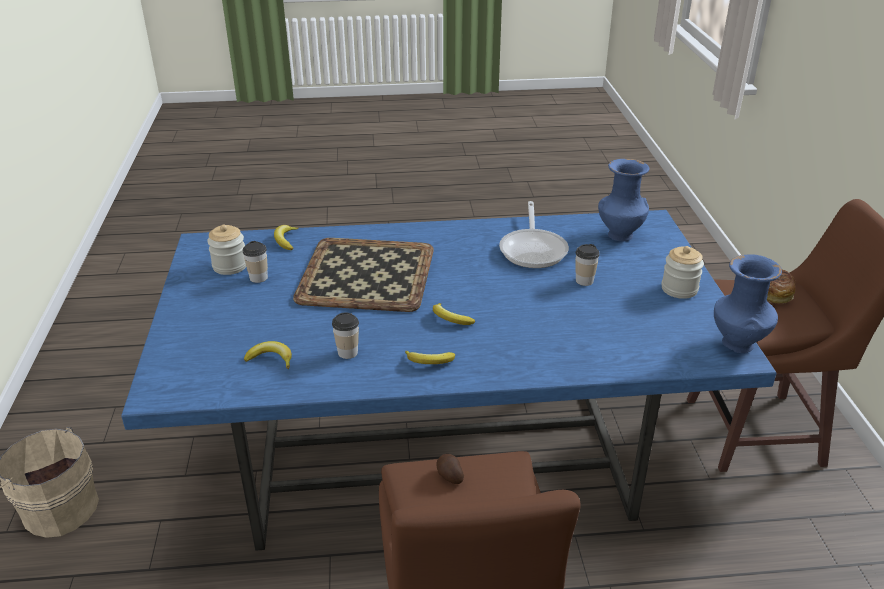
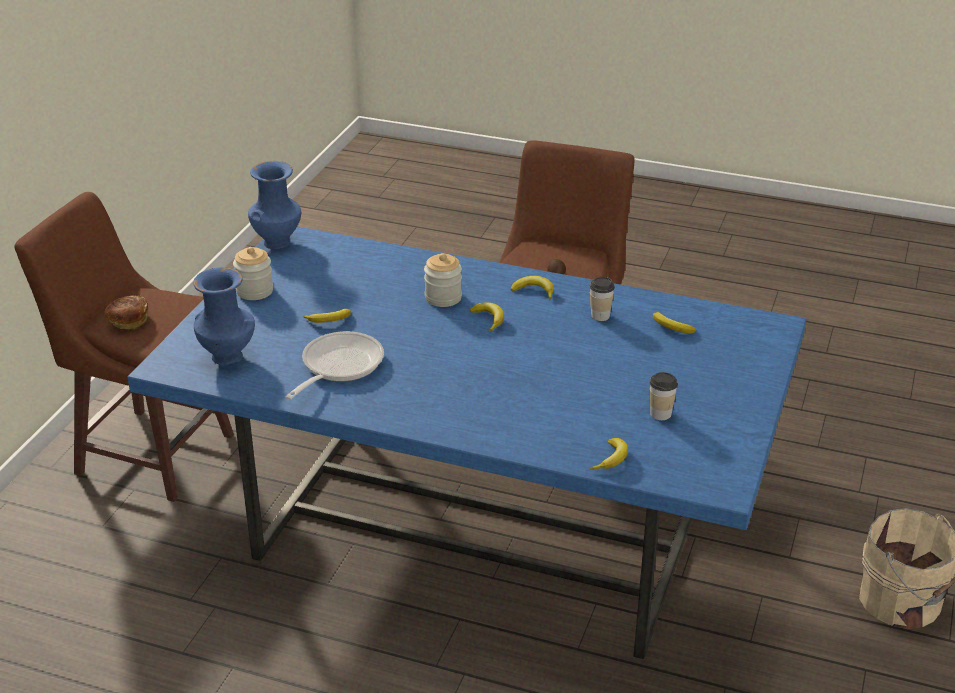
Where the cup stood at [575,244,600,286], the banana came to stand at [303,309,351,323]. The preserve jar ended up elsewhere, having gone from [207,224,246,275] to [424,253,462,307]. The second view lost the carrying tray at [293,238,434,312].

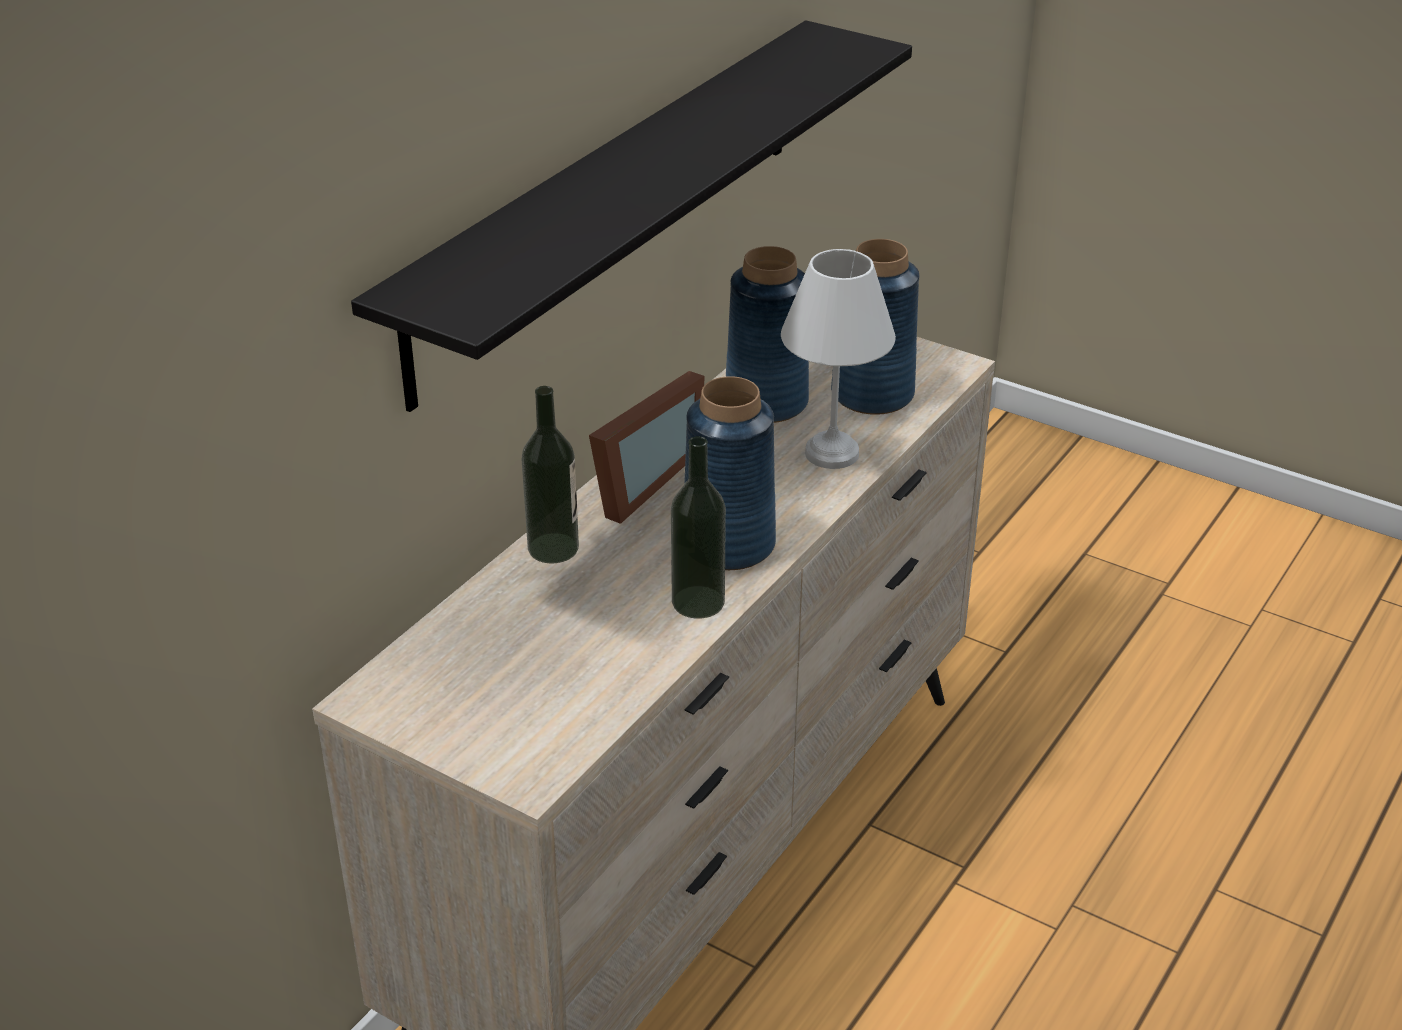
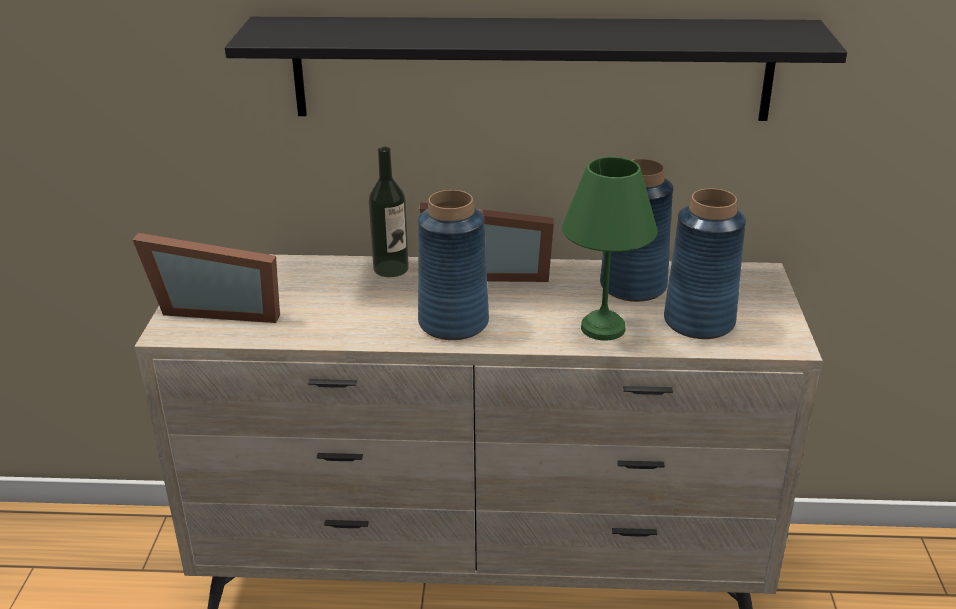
The second view gained the standing frame at [132,233,280,323]. What was the white lamp for a table at [781,249,896,469] turned into the green lamp for a table at [562,157,658,340]. The second view lost the bottle at [671,436,726,619].

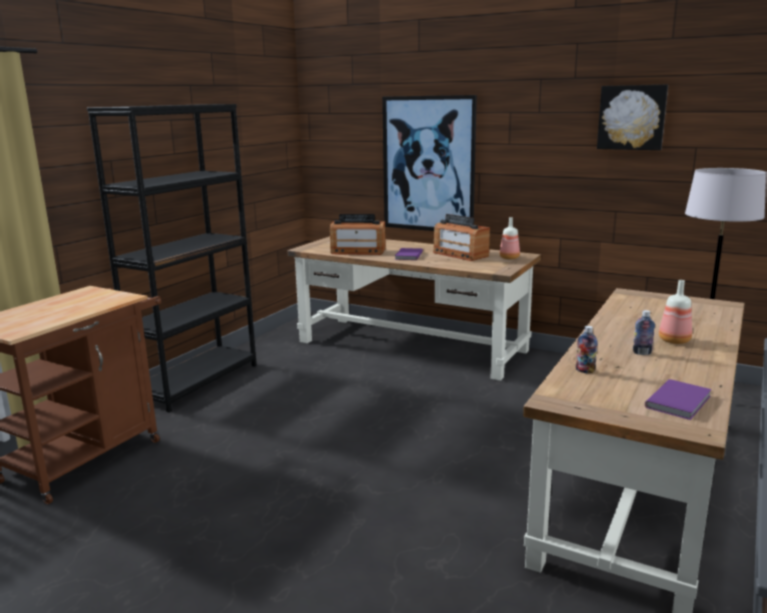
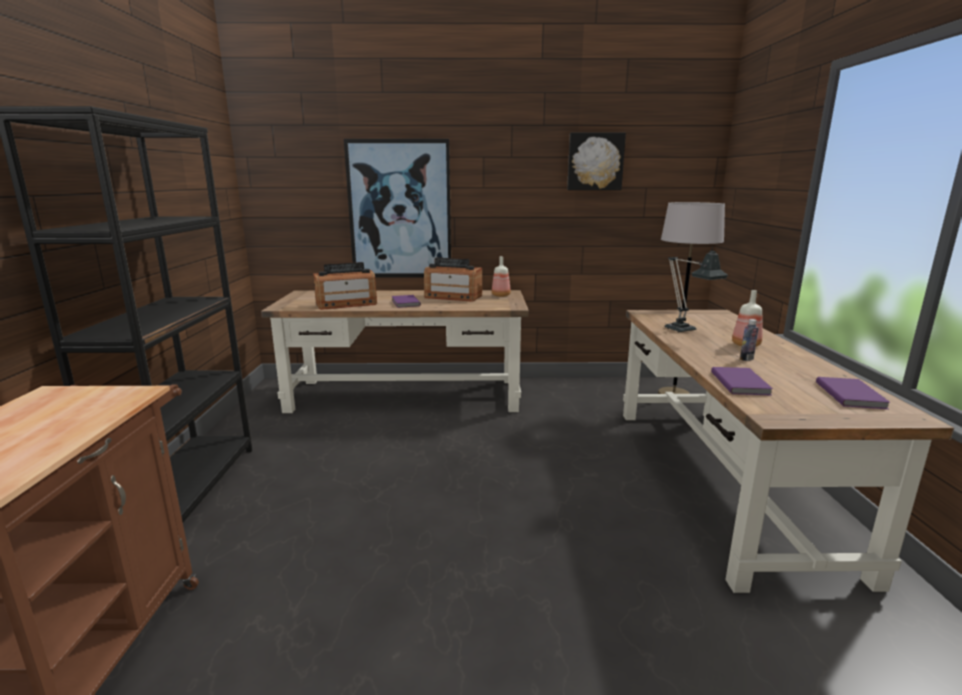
The second view gained the lamp for a table at [664,248,728,332]. Where the bottle stood at [575,326,598,374], the purple bound book came to stand at [711,367,773,396].

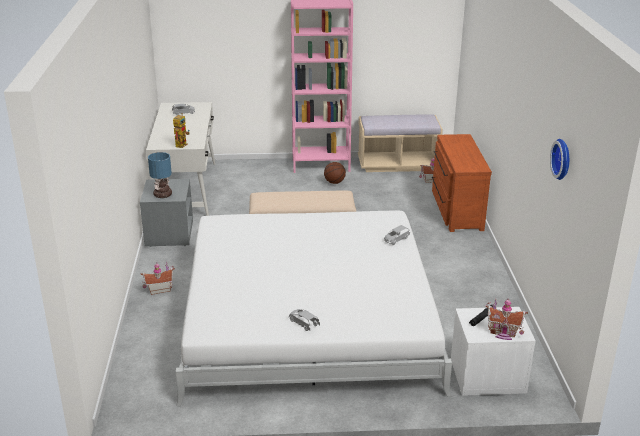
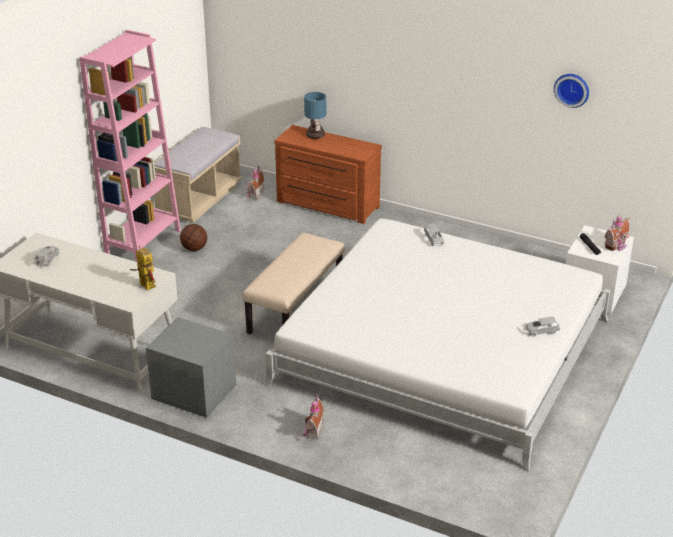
The lamp for a table ended up elsewhere, having gone from [148,152,172,198] to [304,92,326,139].

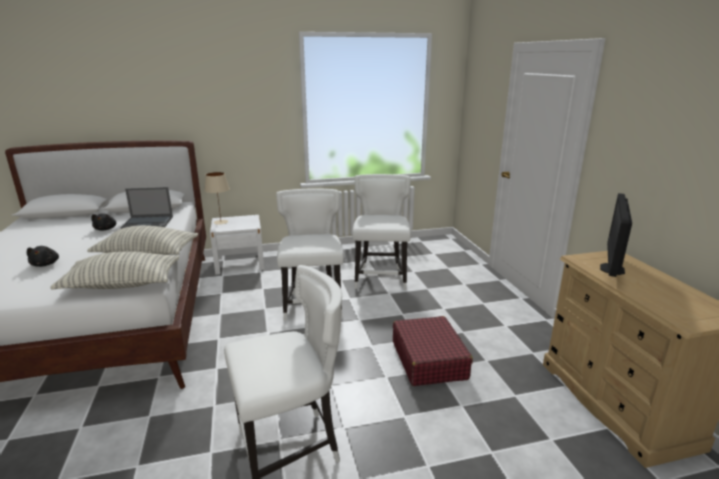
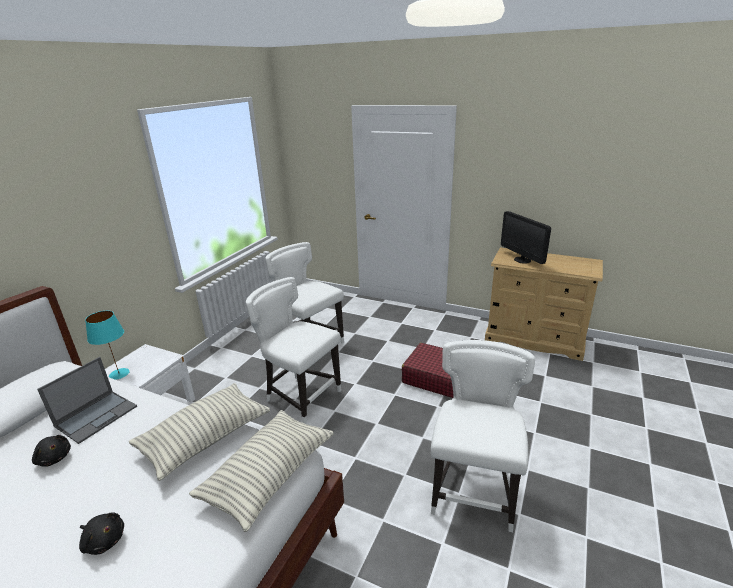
What was the sand-coloured lamp for a table at [204,172,230,225] turned into the turquoise-coloured lamp for a table at [85,311,129,380].

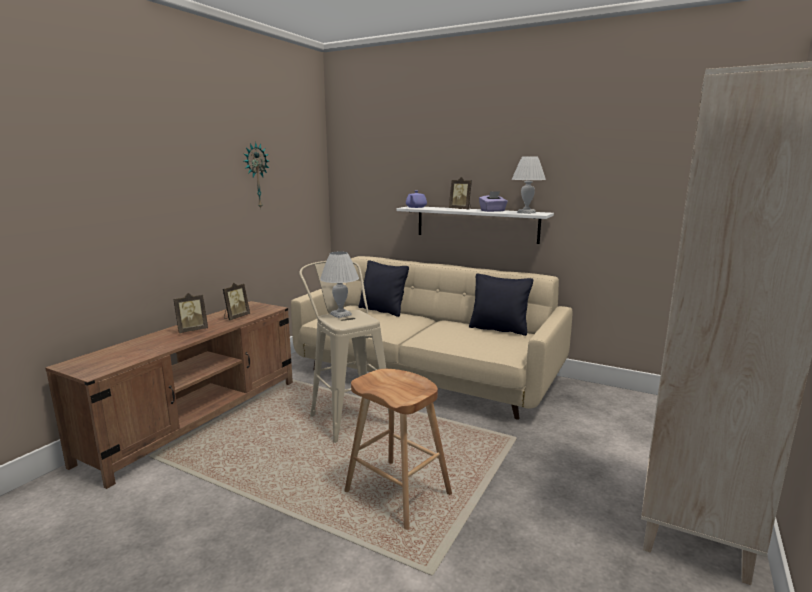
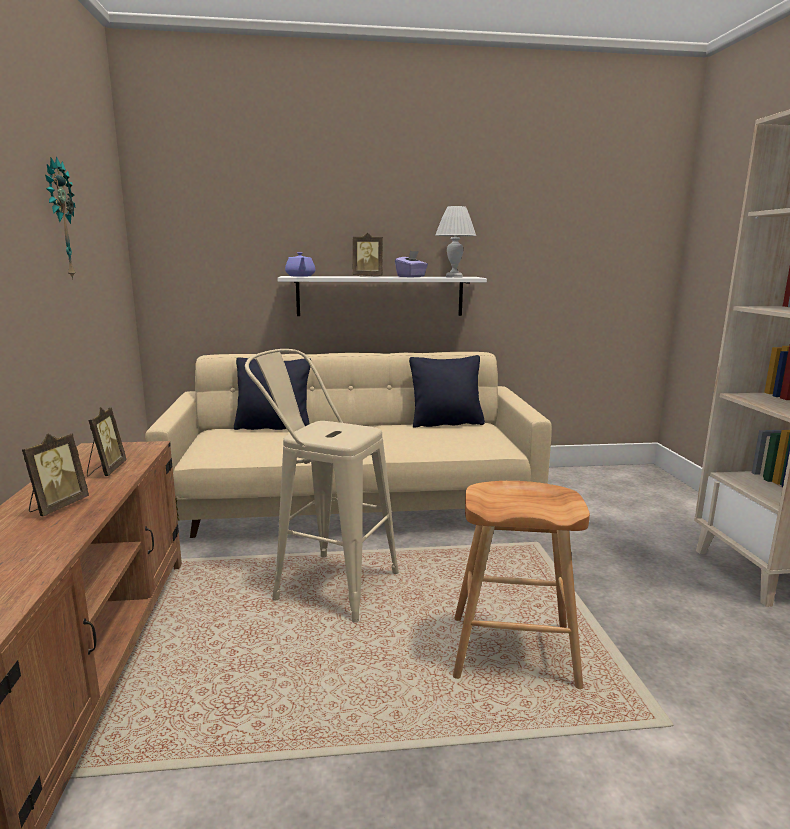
The second view lost the white lamp for a table at [320,251,359,318].

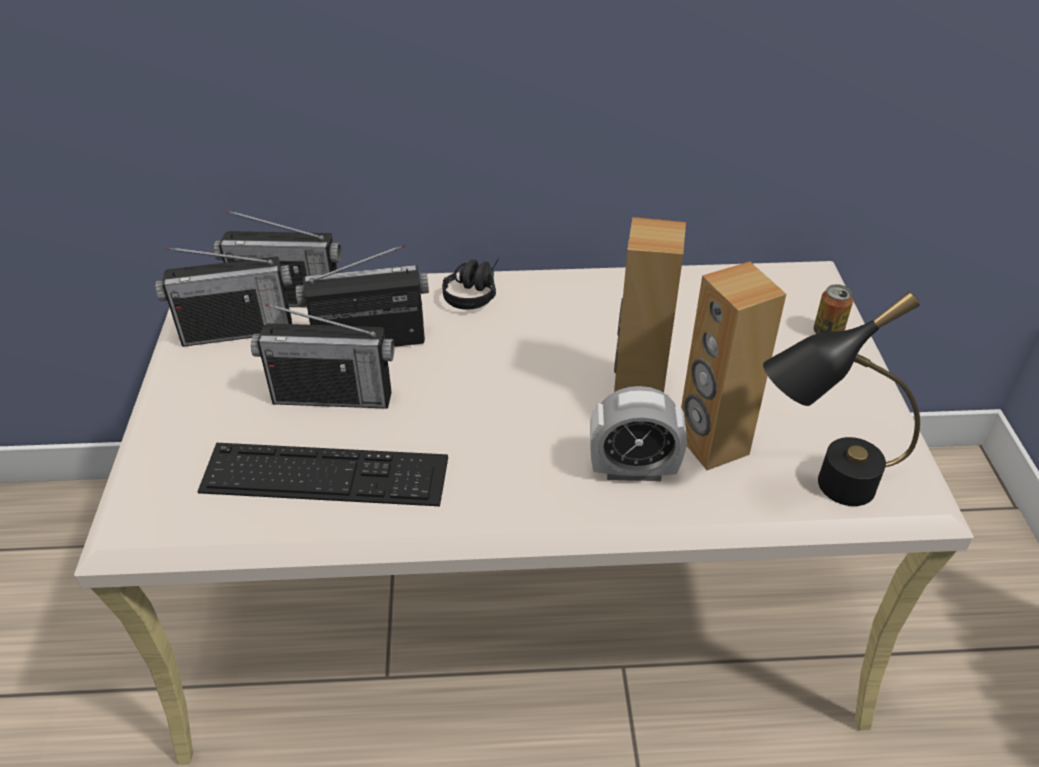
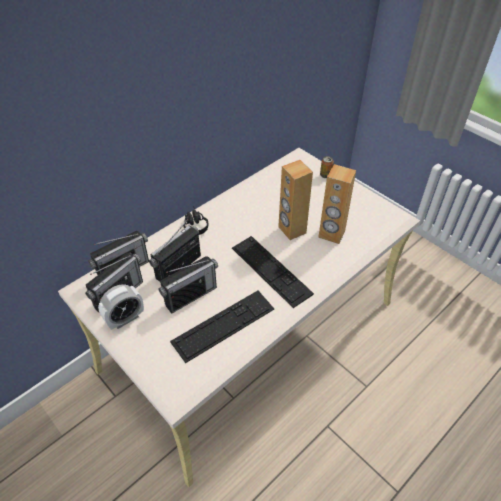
The alarm clock ended up elsewhere, having gone from [590,386,687,481] to [98,284,144,330]. The second view gained the computer keyboard at [232,236,314,308]. The second view lost the blackish lamp for a table at [763,292,920,506].

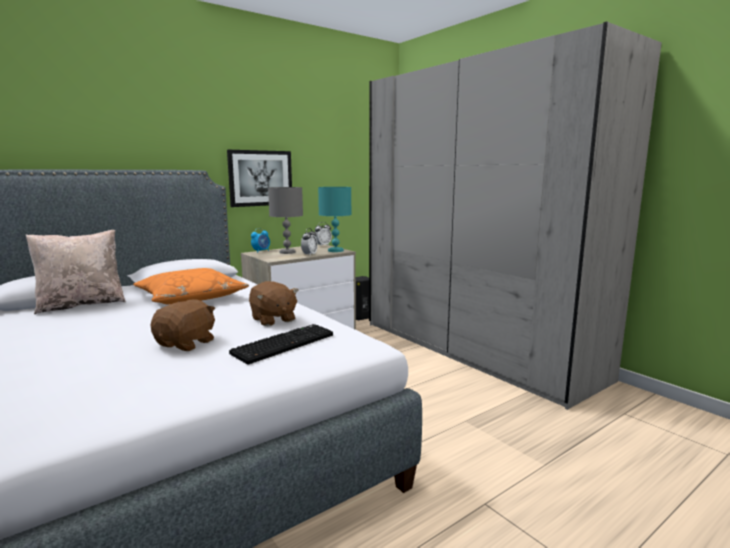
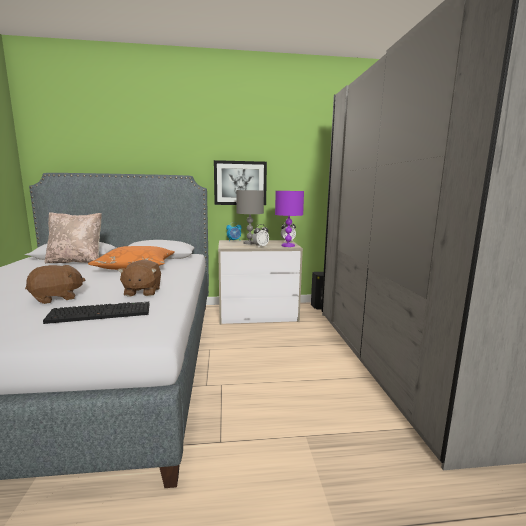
What was the turquoise-coloured lamp for a table at [318,187,351,252] turned into the purple lamp for a table at [275,191,304,247].

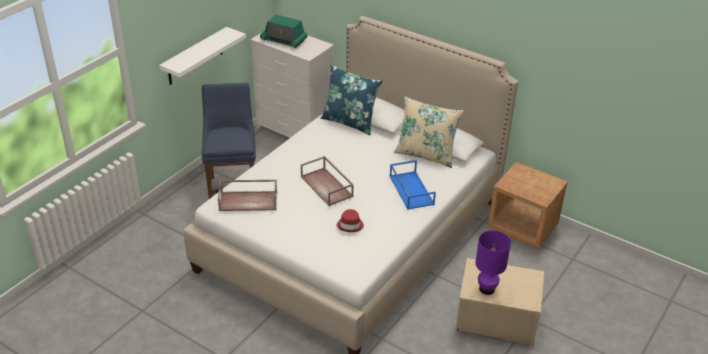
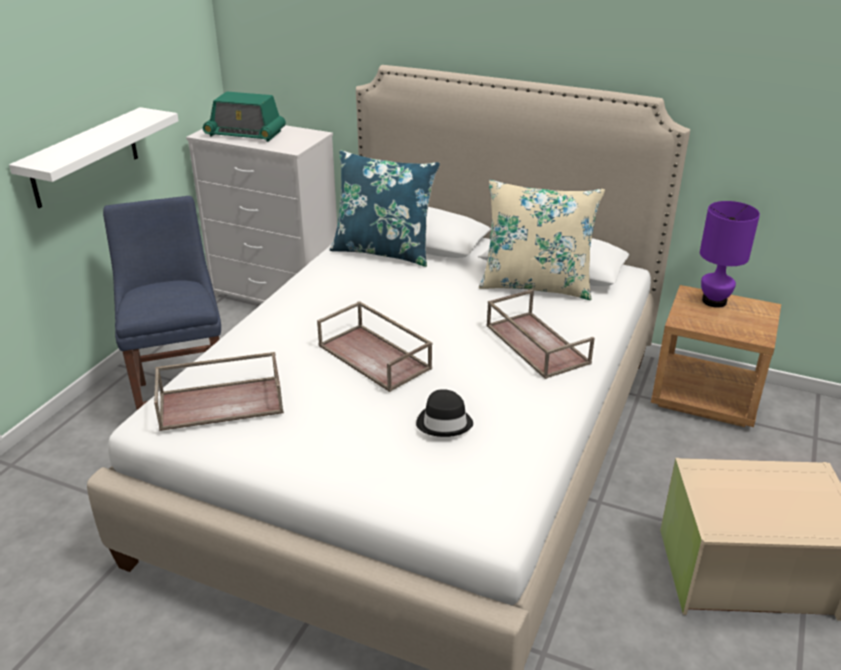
What was the reddish clothing hat at [336,209,364,232] turned into the blackish clothing hat at [416,389,473,437]. What was the blue carrying tray at [390,160,436,210] turned into the brown carrying tray at [486,289,595,379]. The purple lamp for a table ended up elsewhere, having gone from [476,230,511,295] to [700,201,760,308].

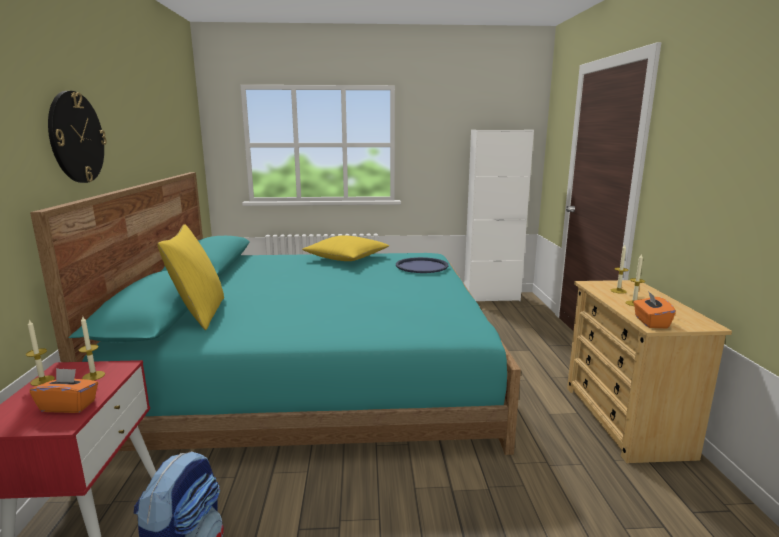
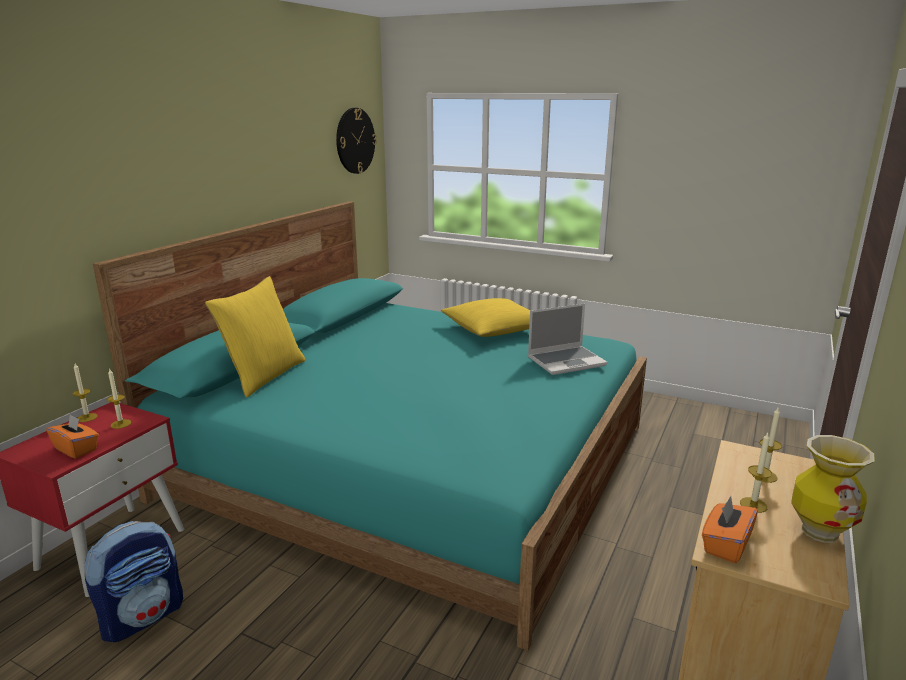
The wall clock ended up elsewhere, having gone from [48,91,107,183] to [336,108,377,174]. Where the blue carrying tray stood at [396,257,449,273], the laptop came to stand at [528,303,608,375]. The second view gained the vase at [791,435,875,543]. The second view lost the white cupboard at [464,130,534,301].

